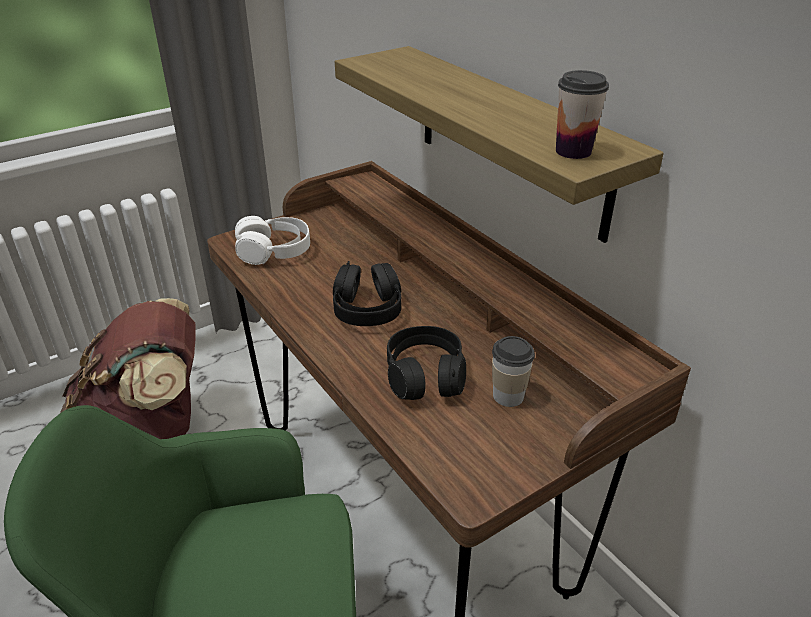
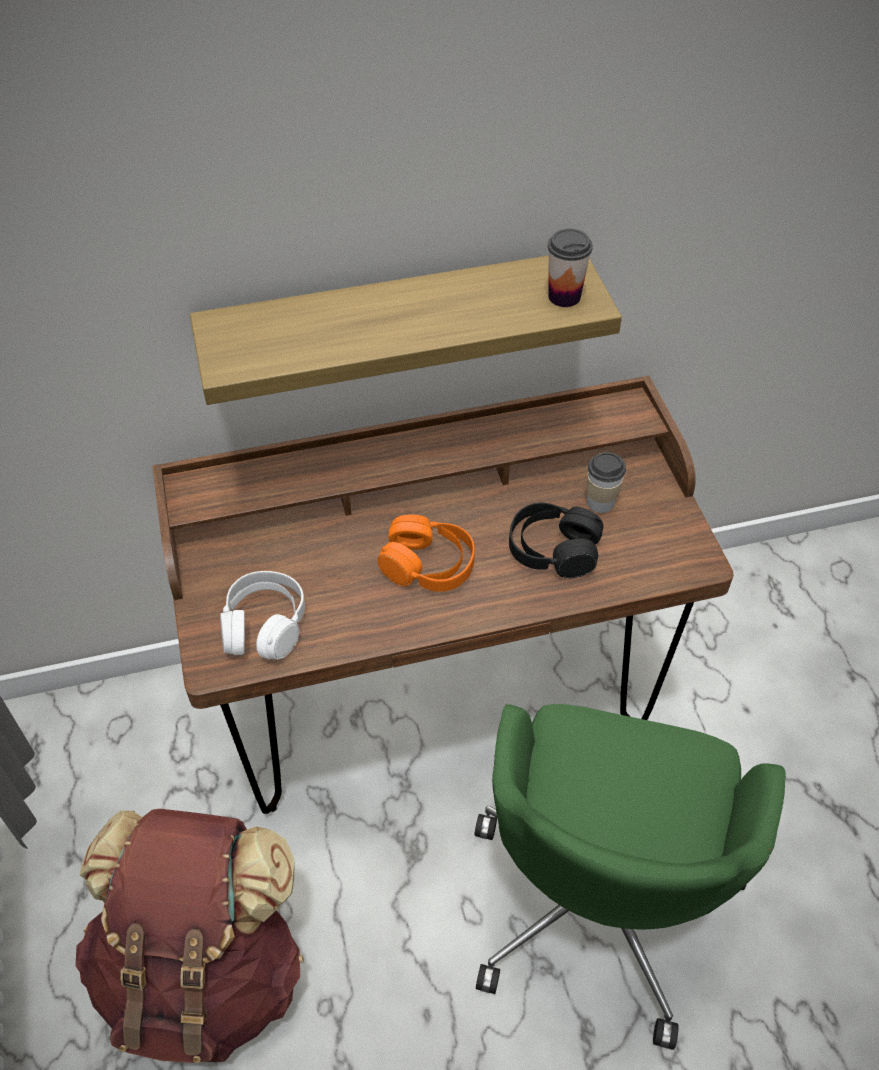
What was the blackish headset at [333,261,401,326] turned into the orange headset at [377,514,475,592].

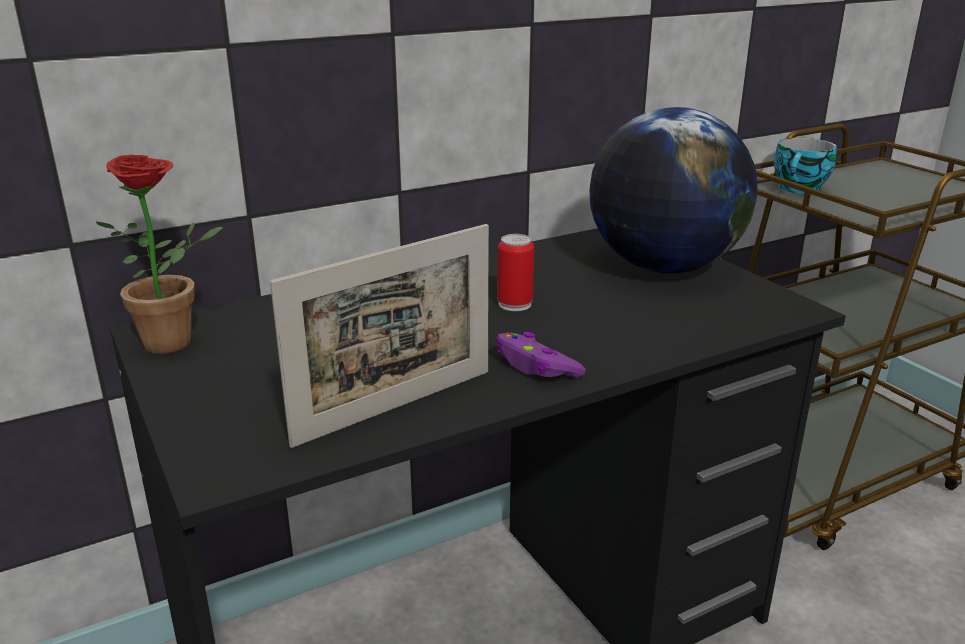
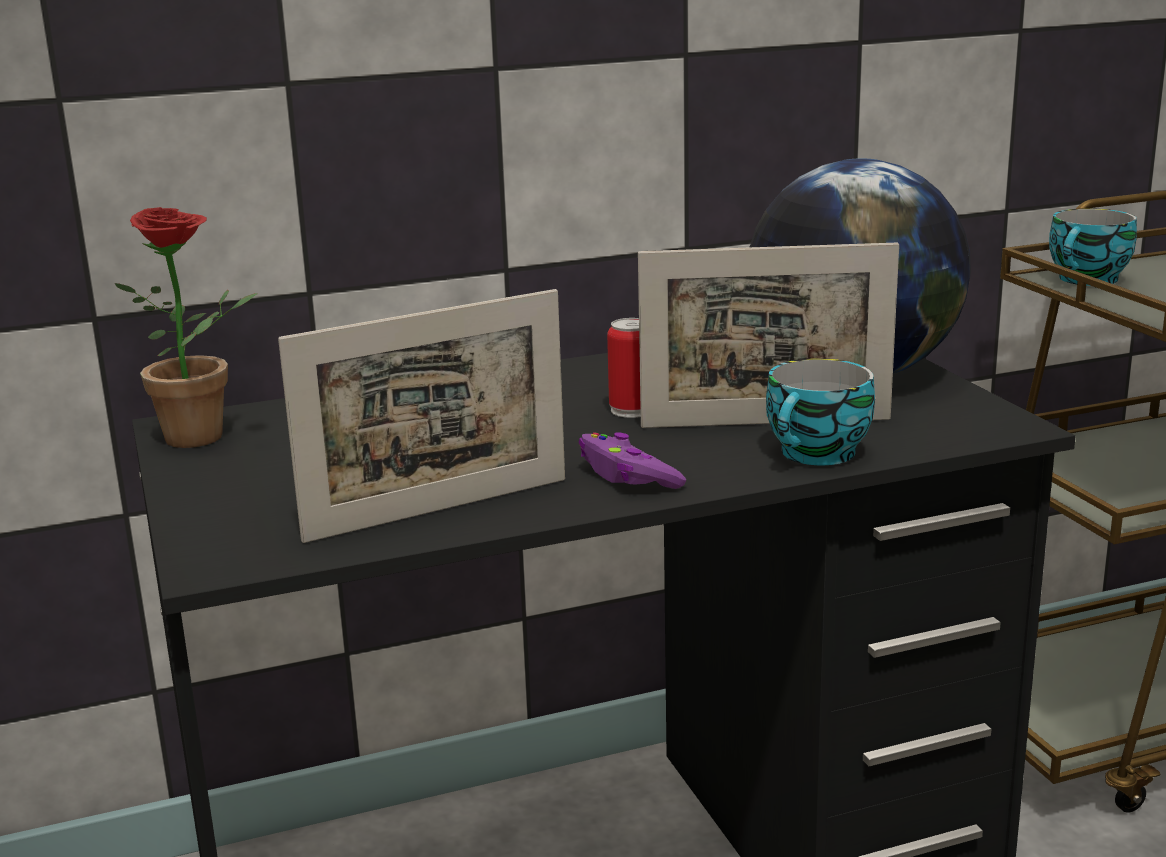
The second view gained the standing frame at [638,243,899,428]. The second view gained the cup at [766,358,875,465].

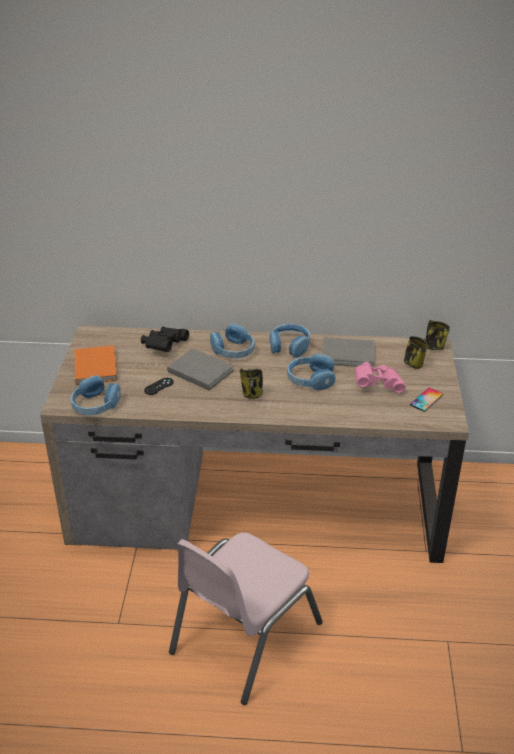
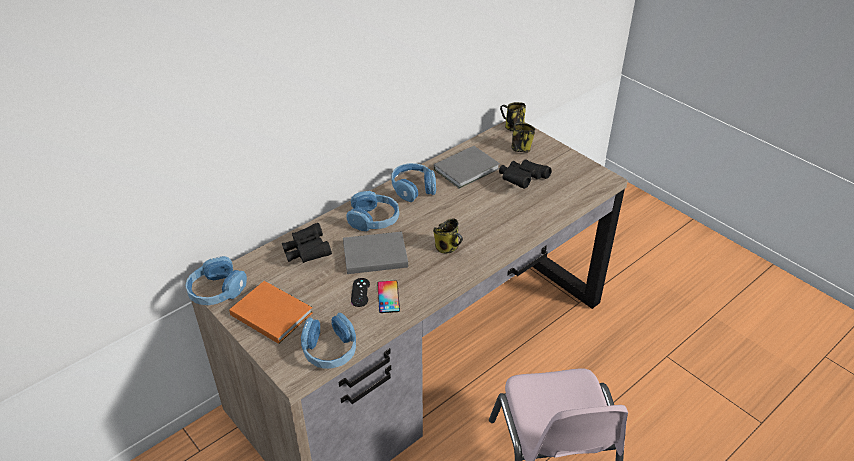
The blue headset ended up elsewhere, having gone from [287,354,335,390] to [185,256,247,305]. The handset ended up elsewhere, having gone from [410,388,443,412] to [377,281,400,313]. What was the pink field glasses at [354,362,406,393] turned into the blackish field glasses at [499,159,552,189].

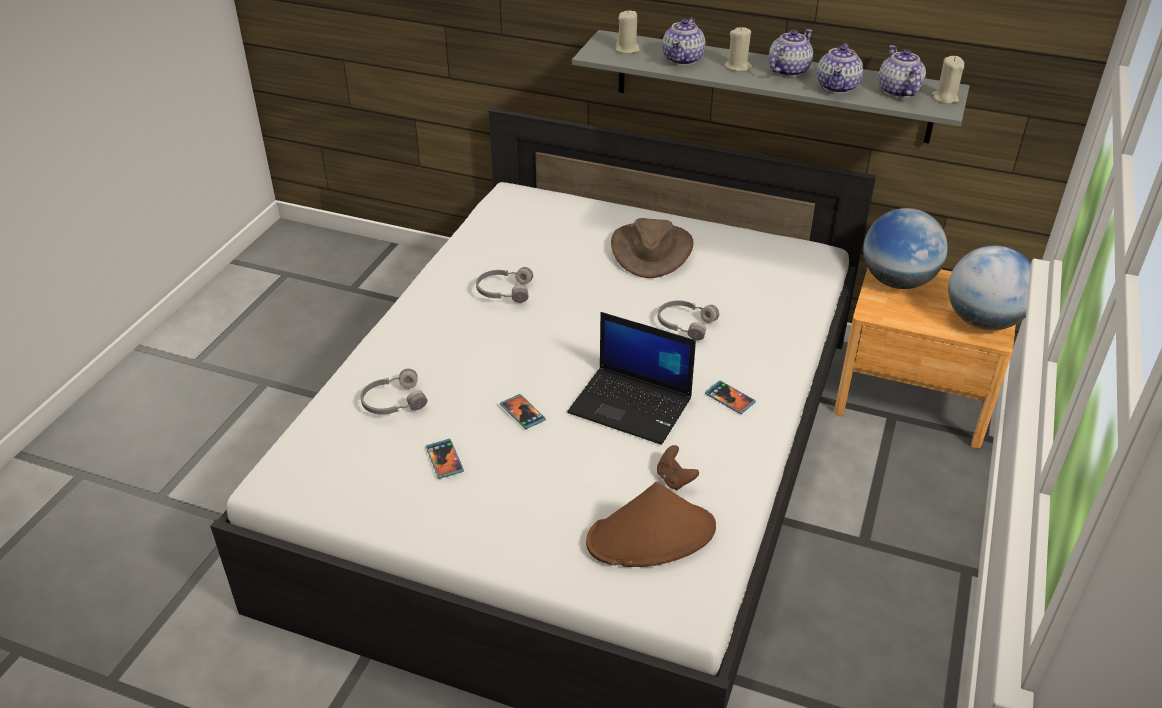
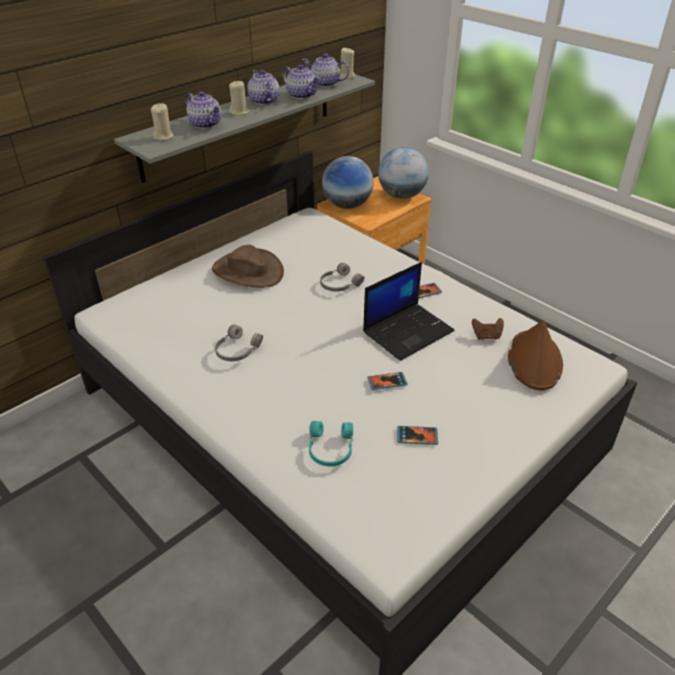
What was the grey headset at [361,368,428,415] turned into the turquoise-coloured headset at [309,421,353,466].

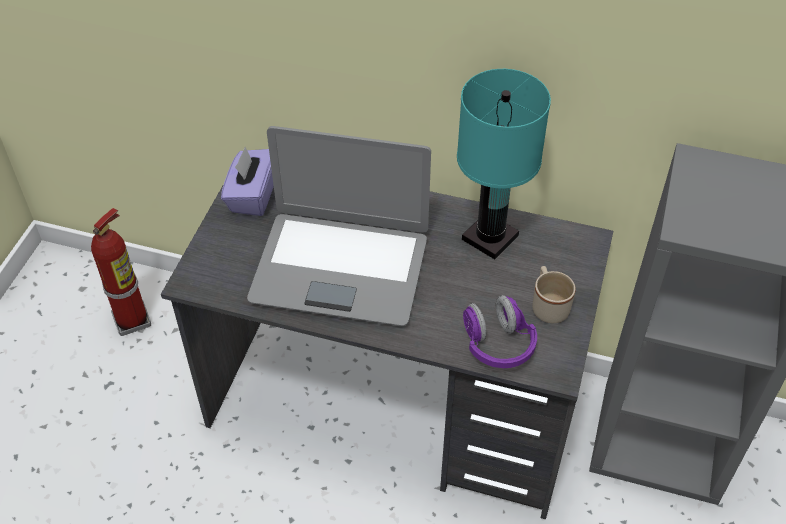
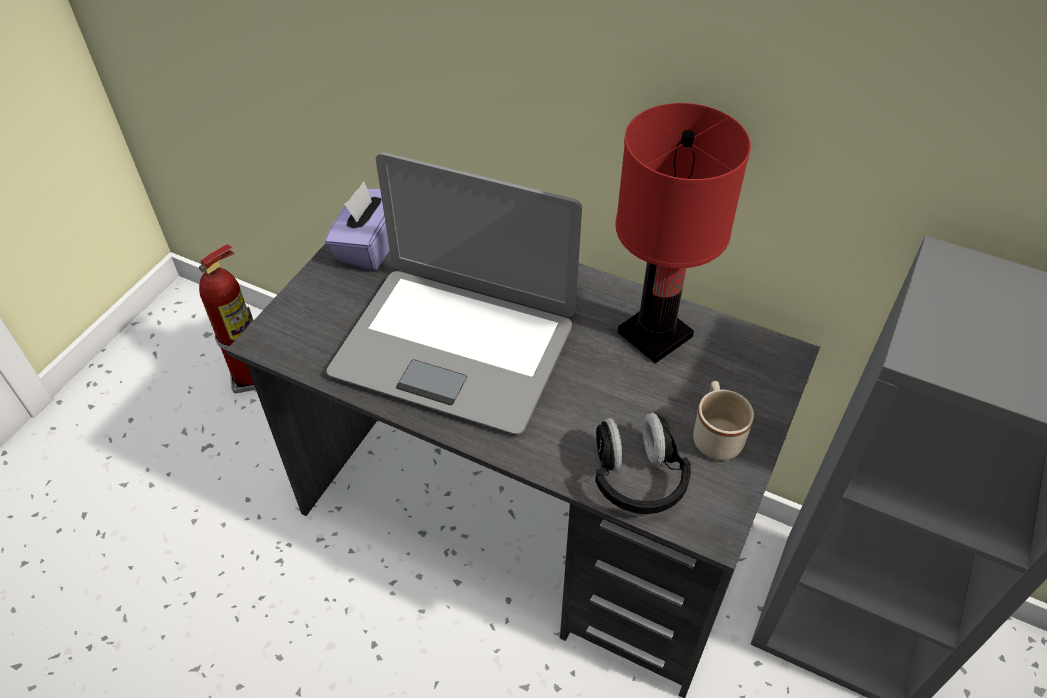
What was the purple headset at [463,295,537,368] turned into the blackish headset at [595,412,691,514]. What was the turquoise-coloured lamp for a table at [457,69,551,259] turned into the reddish lamp for a table at [615,103,751,363].

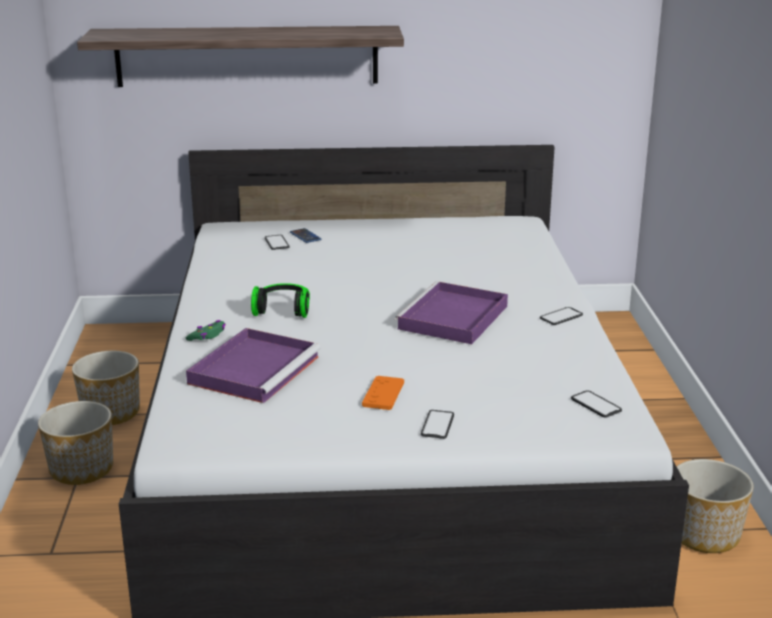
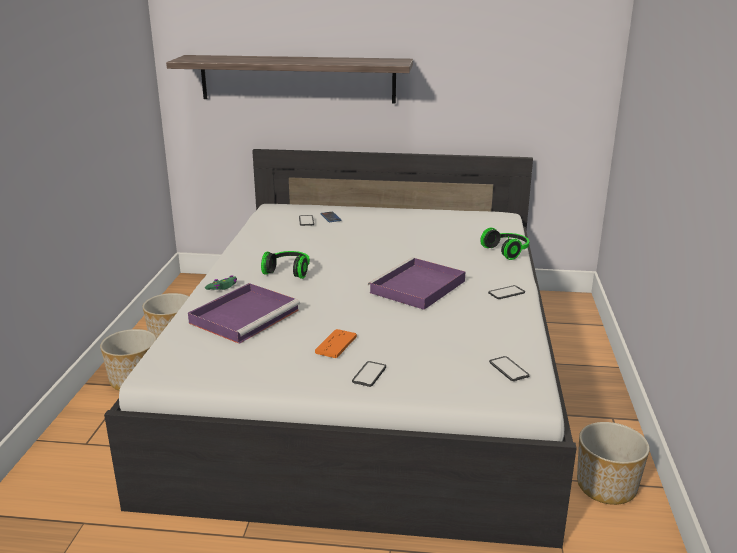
The second view gained the headset at [480,228,529,260].

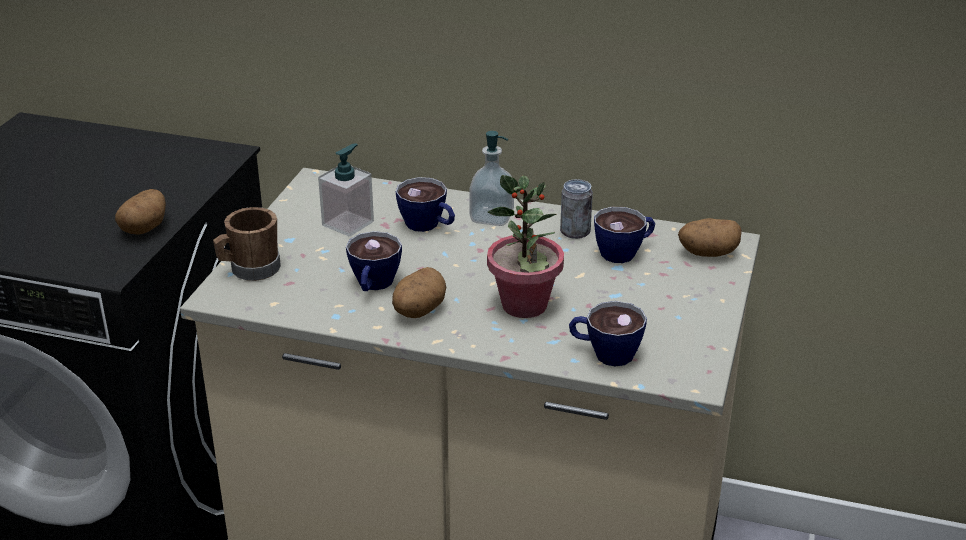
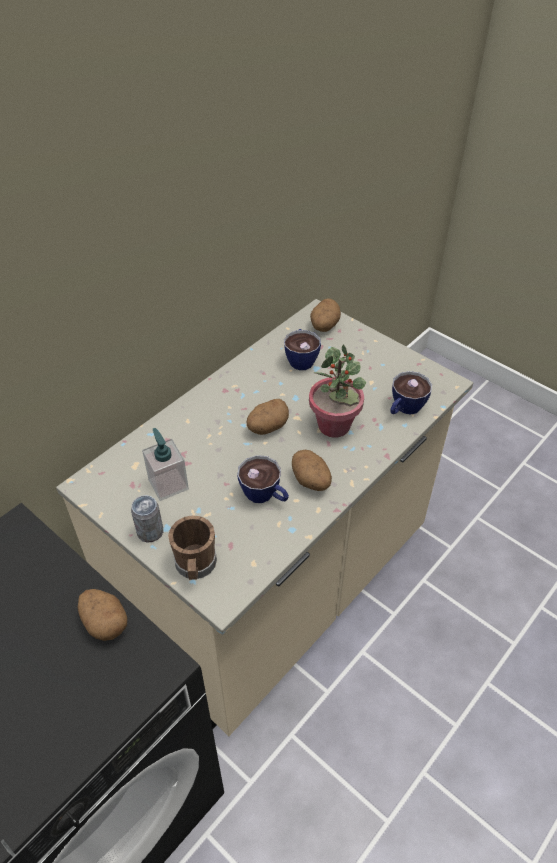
The can ended up elsewhere, having gone from [560,179,593,239] to [131,495,163,543]. The second view gained the spud at [247,399,289,435]. The second view lost the cup at [396,177,455,232]. The second view lost the liquid soap bottle at [469,131,514,226].

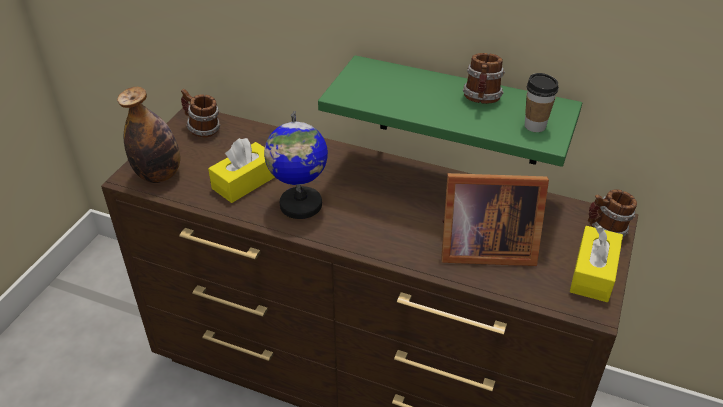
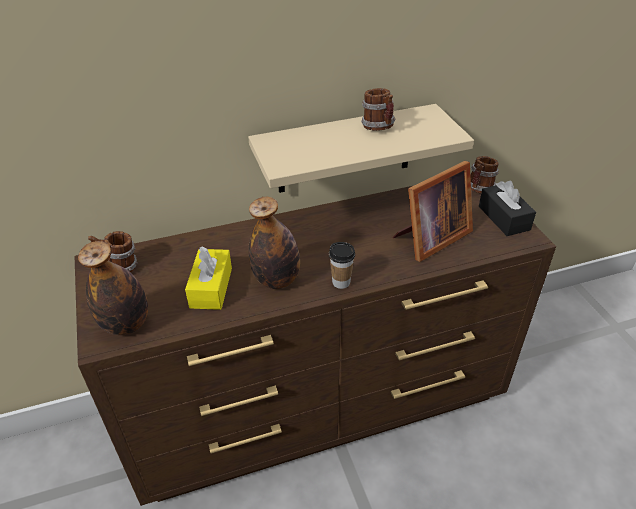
What was the green shelf at [318,55,582,167] turned into the sand-coloured shelf at [248,104,474,193]. Where the desk globe stood at [264,111,328,219], the bottle came to stand at [249,197,300,289]. The cup ended up elsewhere, having gone from [525,73,559,132] to [329,242,355,289]. What was the yellow-coloured box of tissues at [570,225,623,302] turned into the blackish box of tissues at [479,181,536,236].

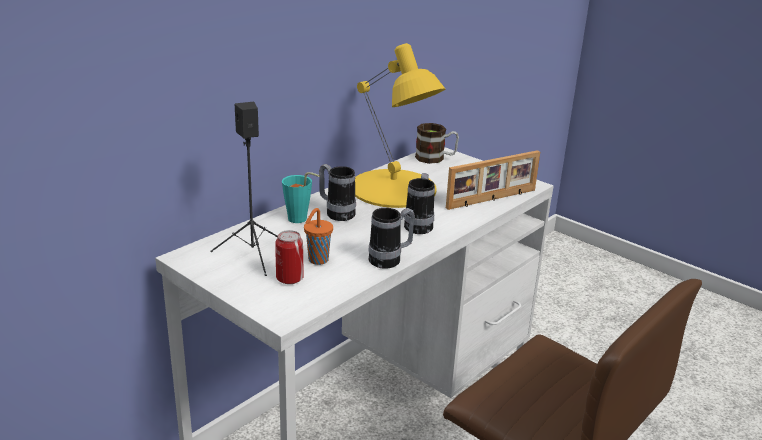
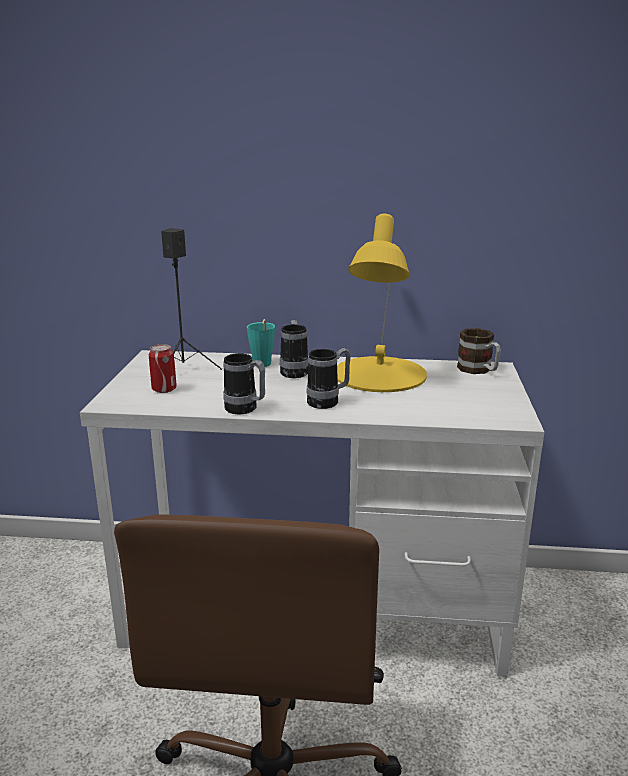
The second view lost the orange cup at [304,208,333,265]. The second view lost the standing frame at [446,150,540,210].

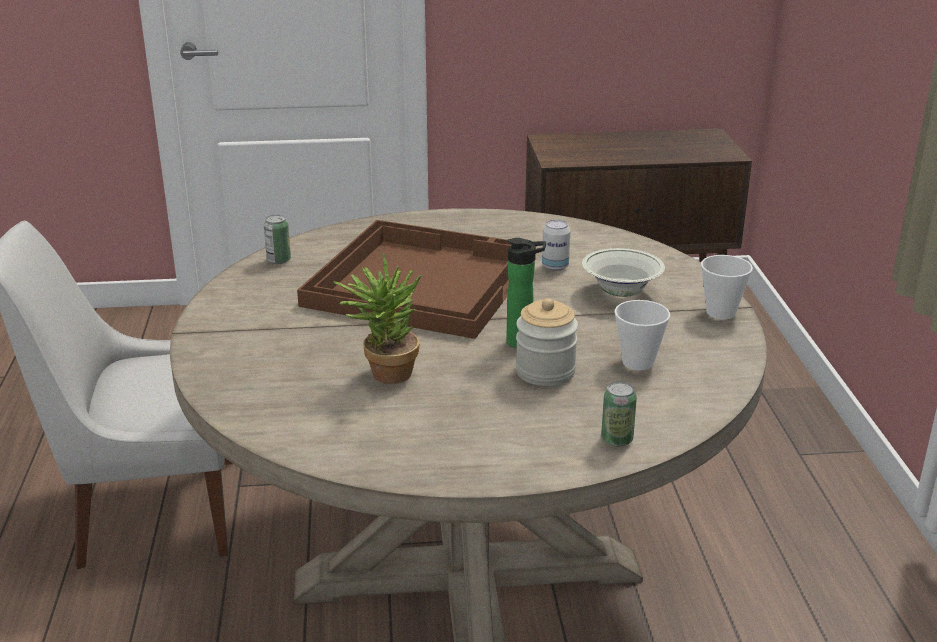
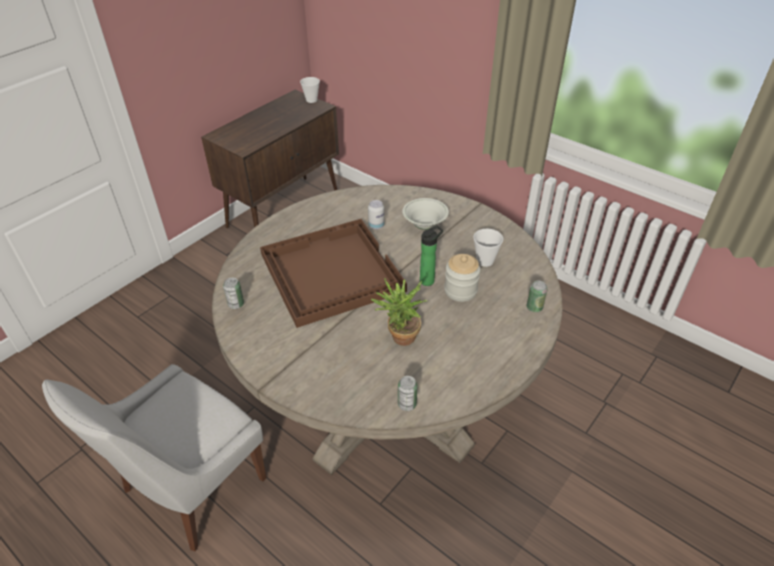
The cup ended up elsewhere, having gone from [701,255,753,319] to [300,77,320,103]. The second view gained the can at [398,376,417,411].

